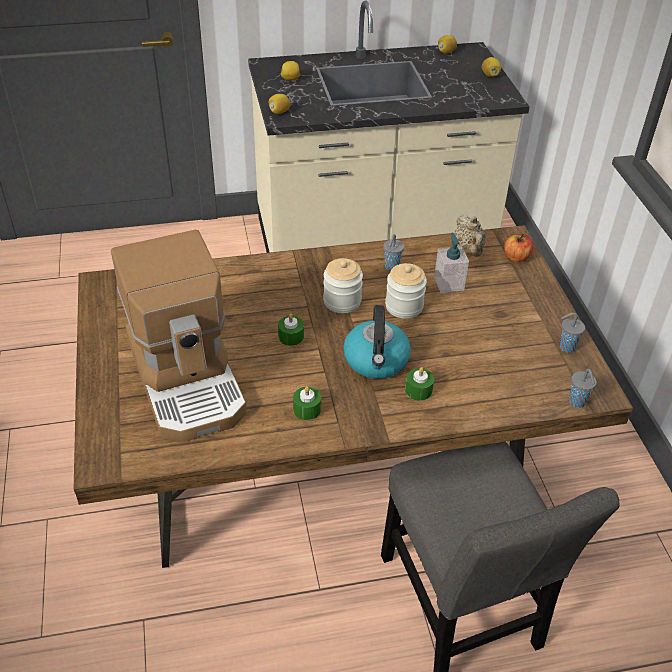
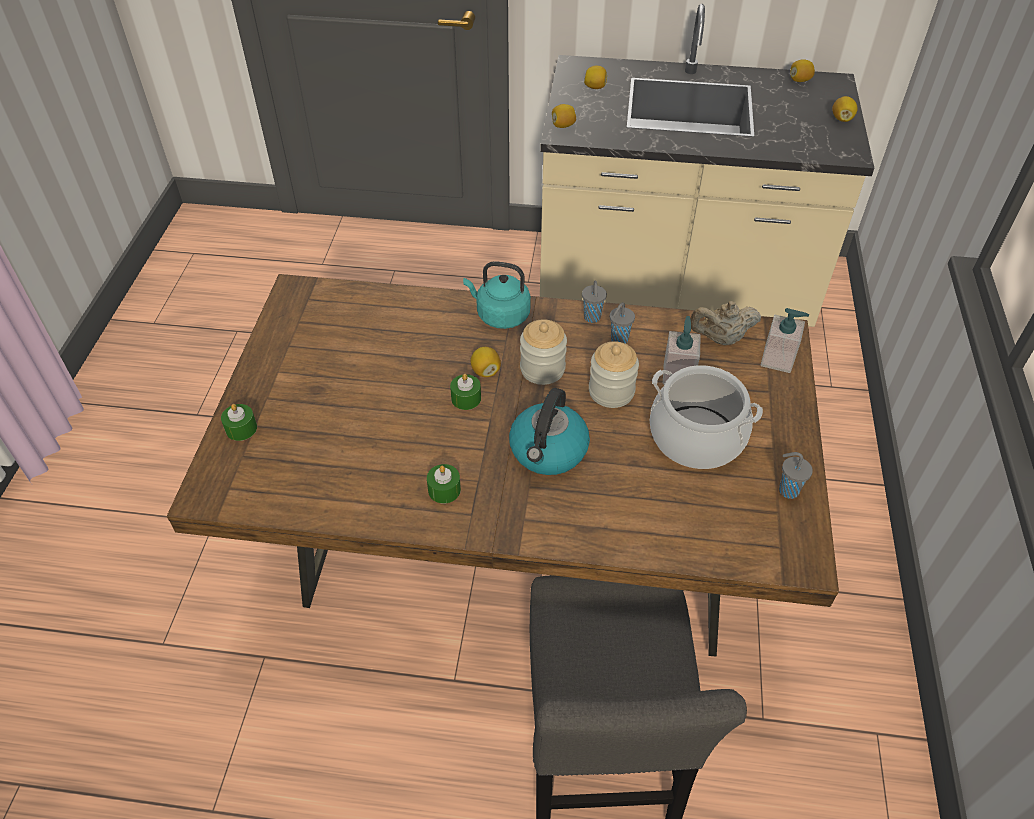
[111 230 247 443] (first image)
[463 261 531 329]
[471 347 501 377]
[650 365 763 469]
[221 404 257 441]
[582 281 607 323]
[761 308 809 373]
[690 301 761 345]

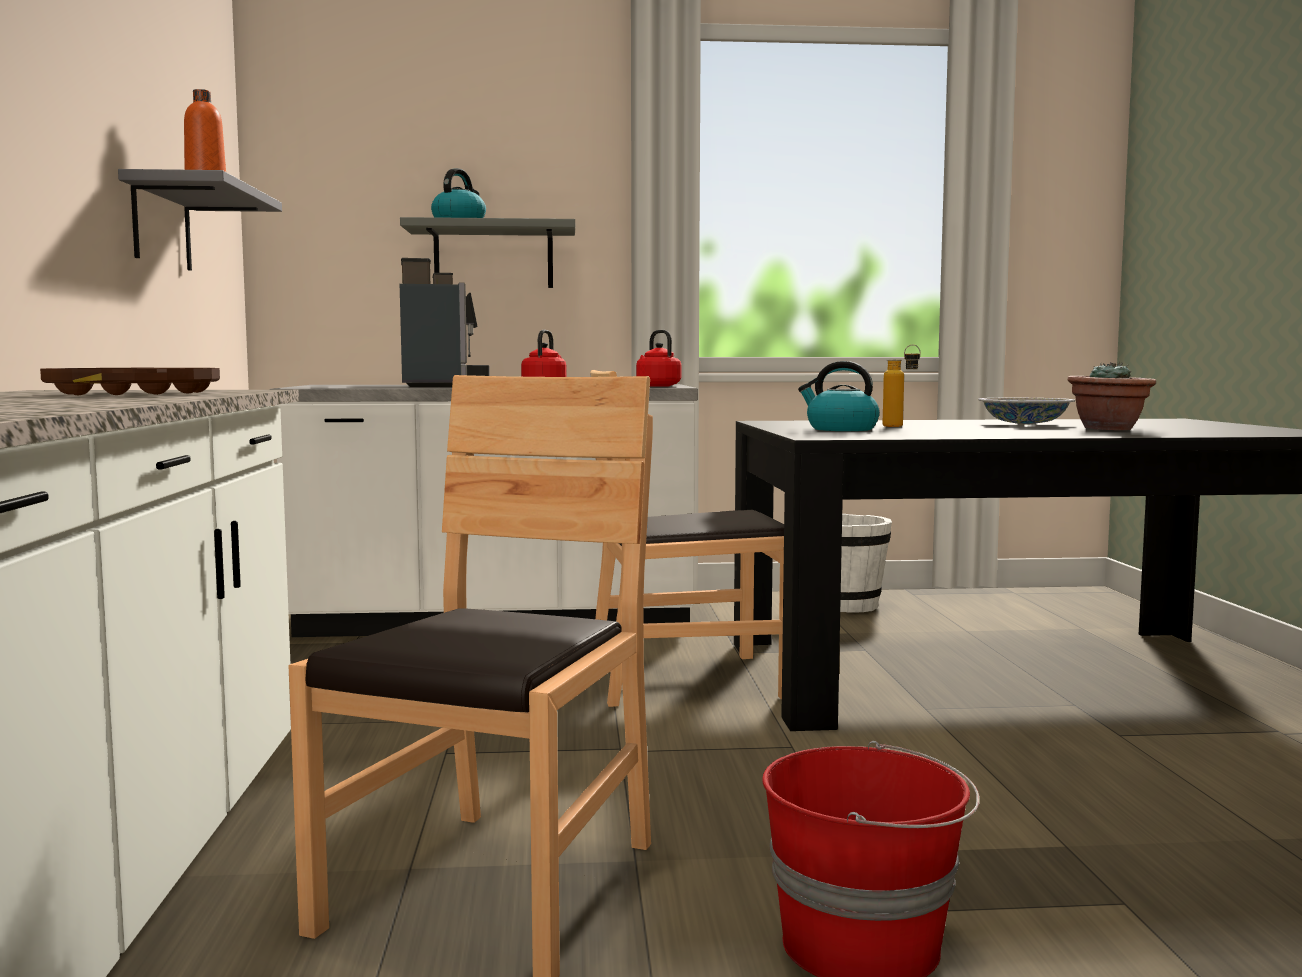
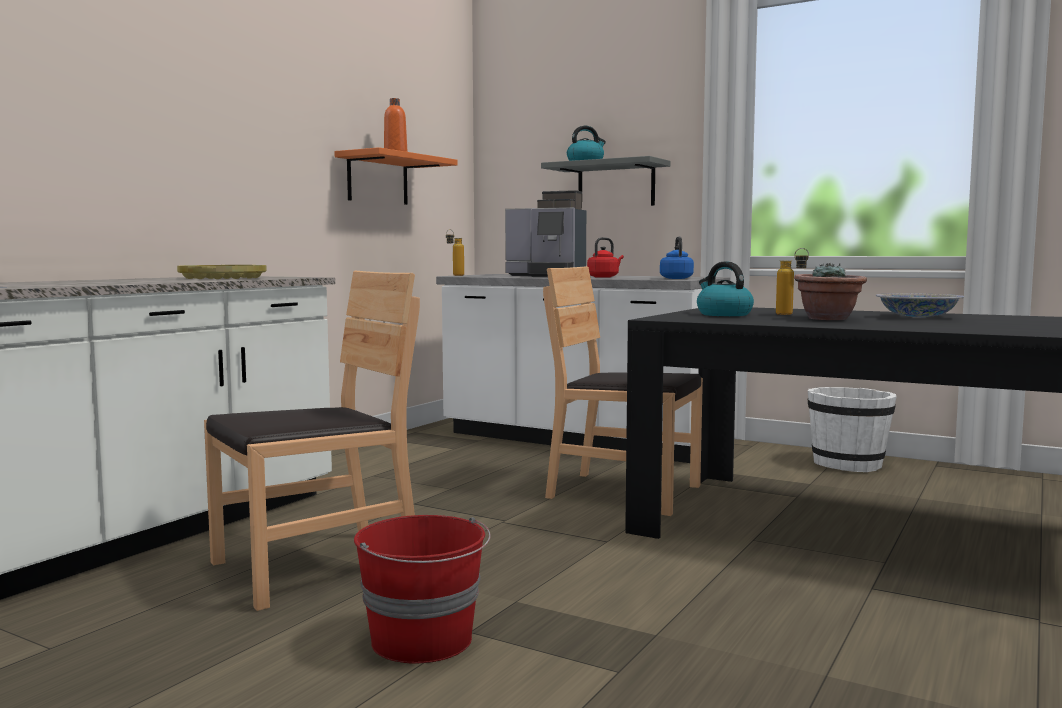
[446 229 464 276]
[794 263 867 320]
[177 265 267 279]
[335 147 458 205]
[660 236 694 279]
[505 190 586 277]

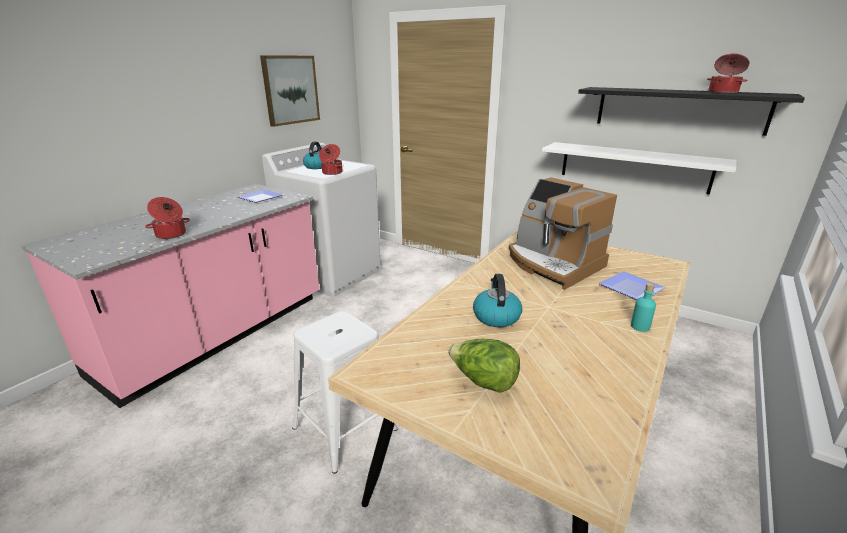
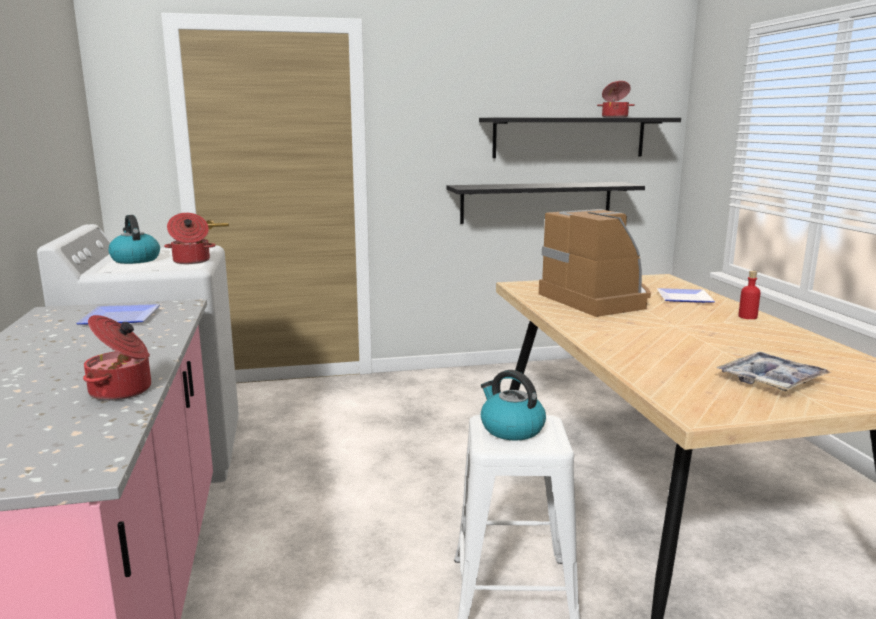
[260 56 320 127] (first image)
[481 370 546 441]
[717 352 831 391]
[446 182 645 224]
[738 271 761 319]
[539 209 651 317]

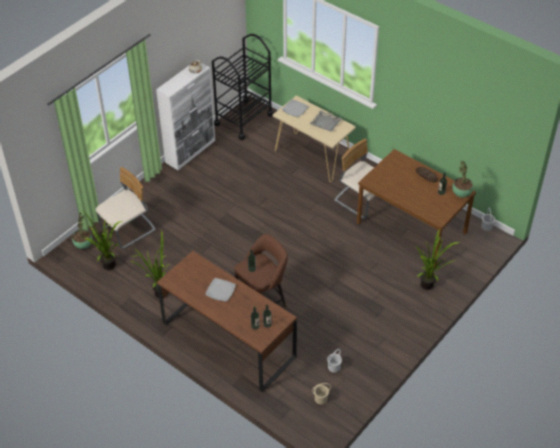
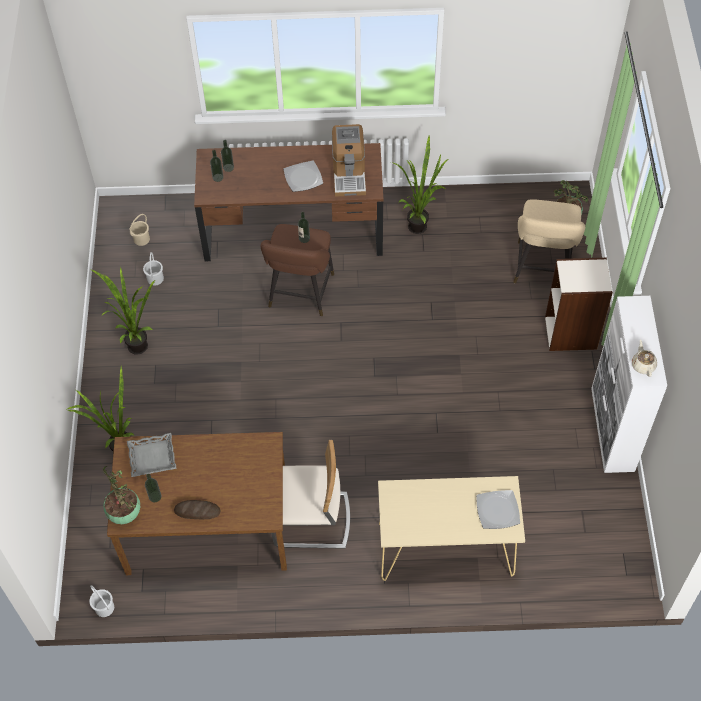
[212 34 274 140] (first image)
[332 124 366 197]
[545 258 613 351]
[90 266 155 355]
[127 433 177 477]
[513 199 585 283]

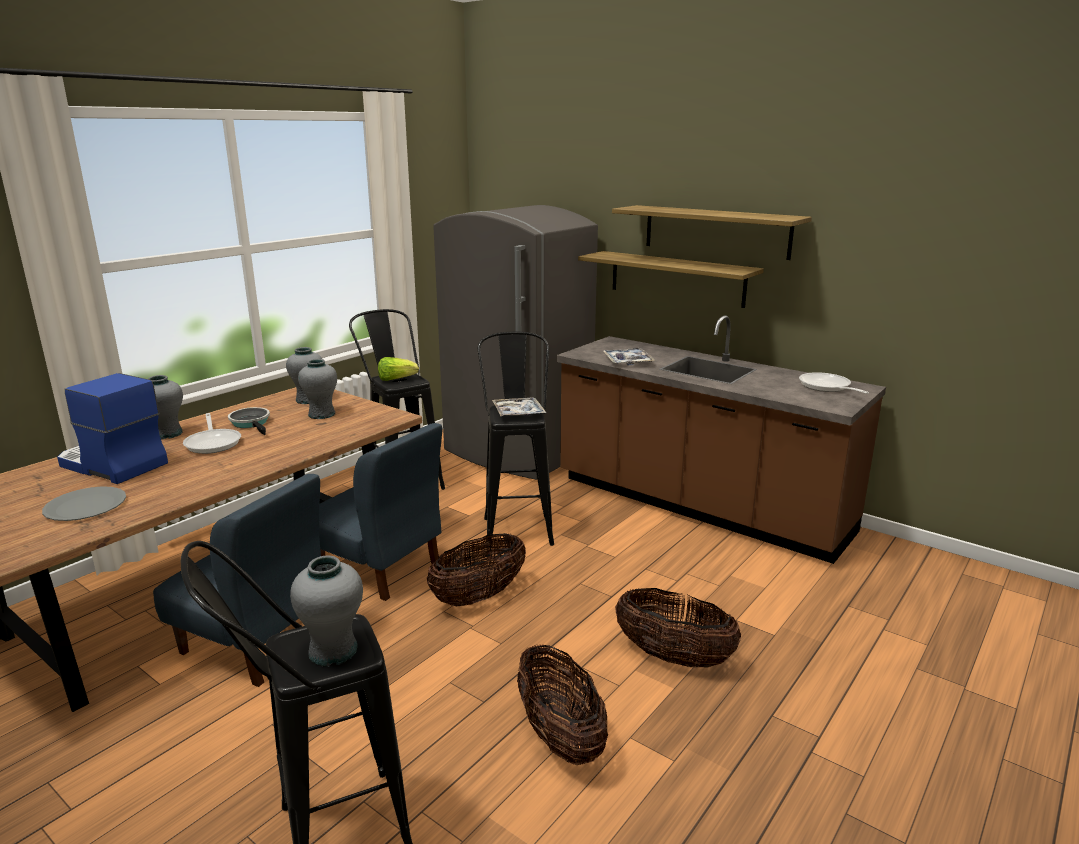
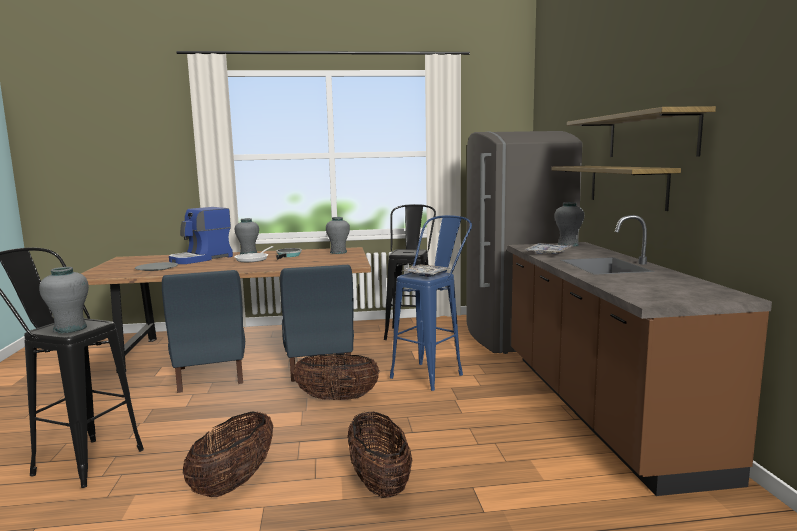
[378 357 419 381] (first image)
[799 372 869 394] (first image)
[554 202 584 247]
[390 215 472 391]
[169 207 233 264]

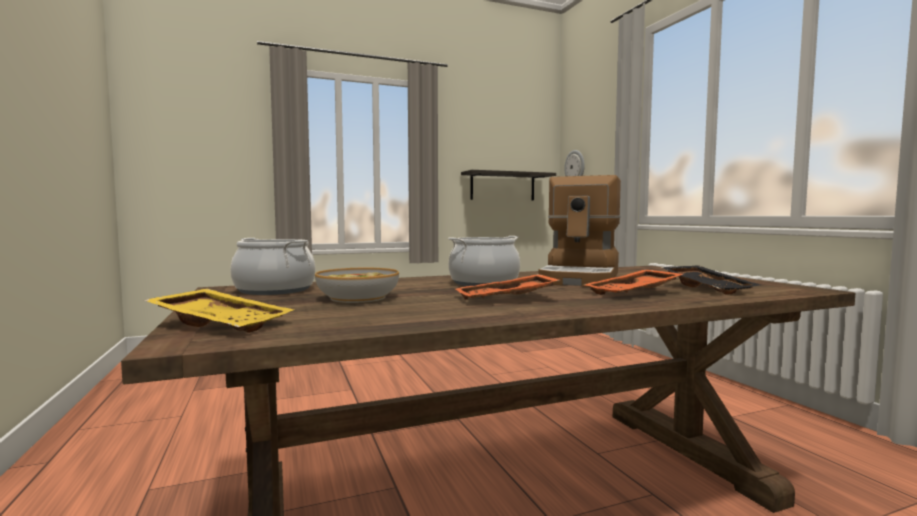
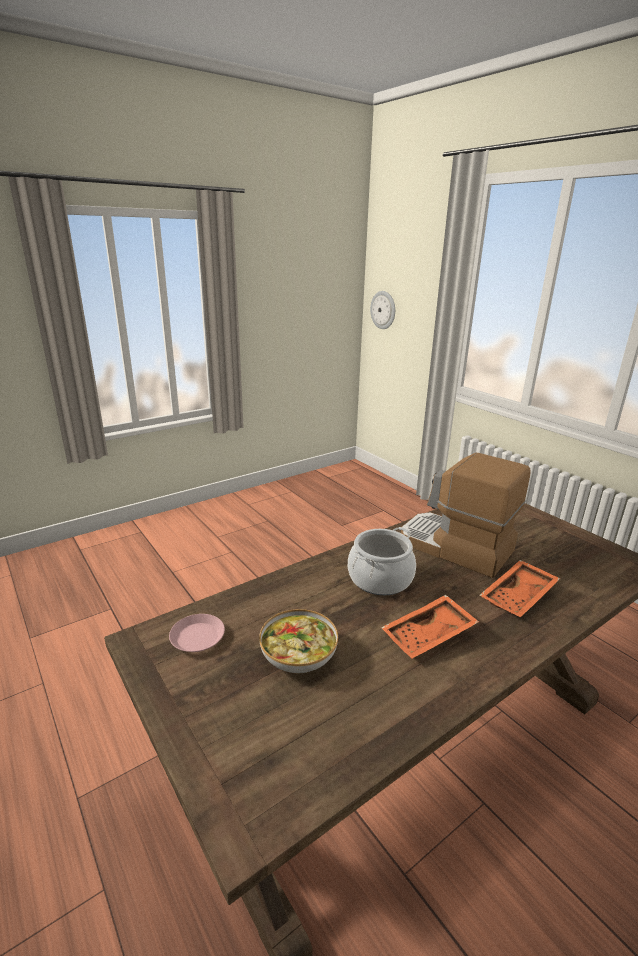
[144 289 294 333] (first image)
[461 170 556 201] (first image)
[661 265 761 295] (first image)
[169 614 225 652]
[401 453 531 578]

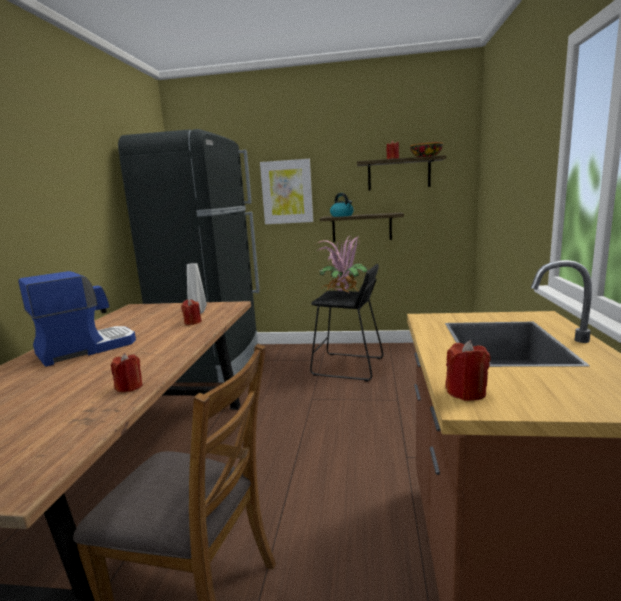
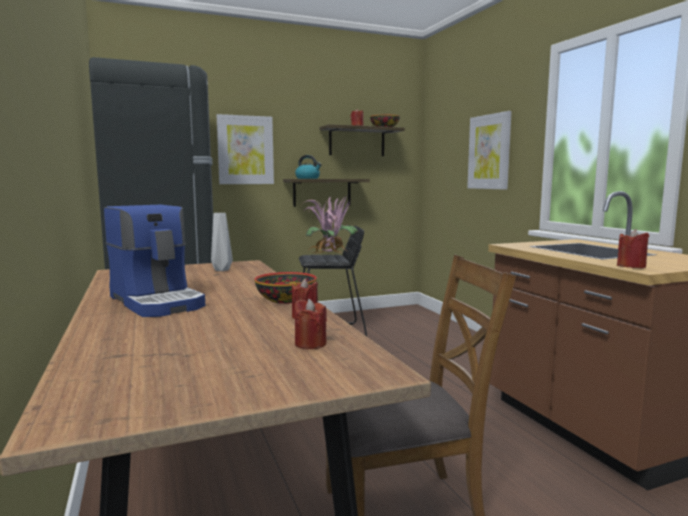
[254 272 317 304]
[467 111 512 190]
[294 299 327 349]
[104 205 205 317]

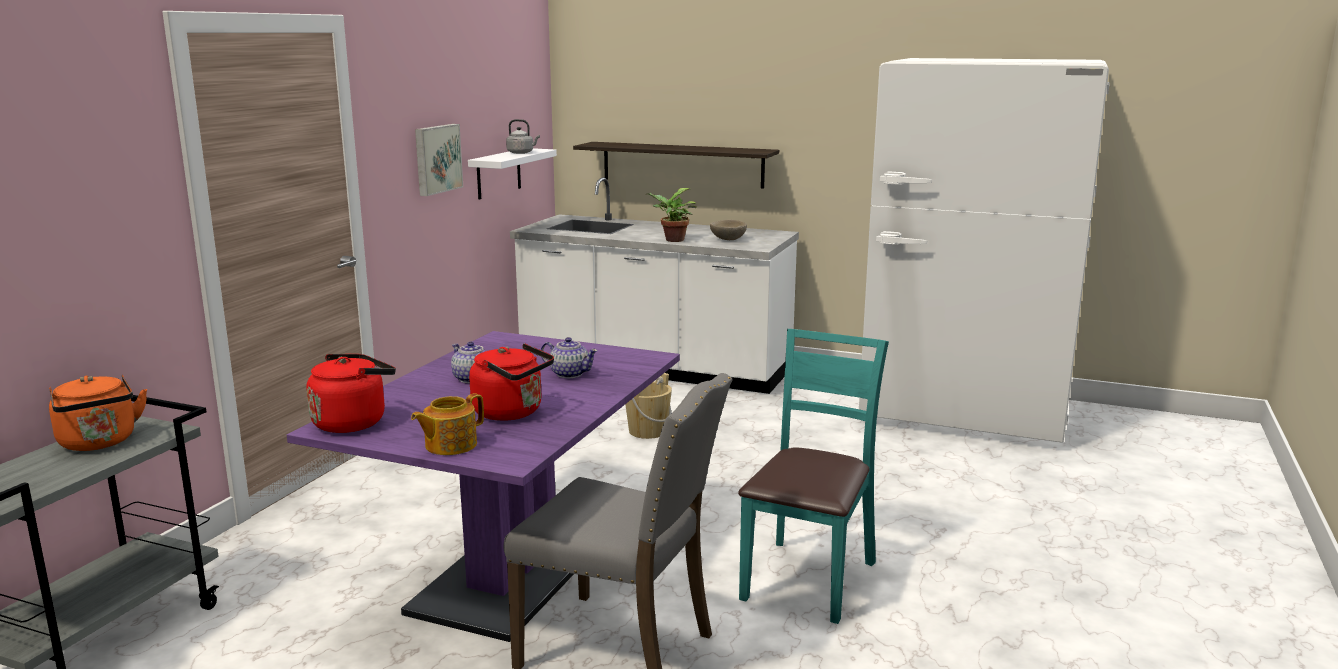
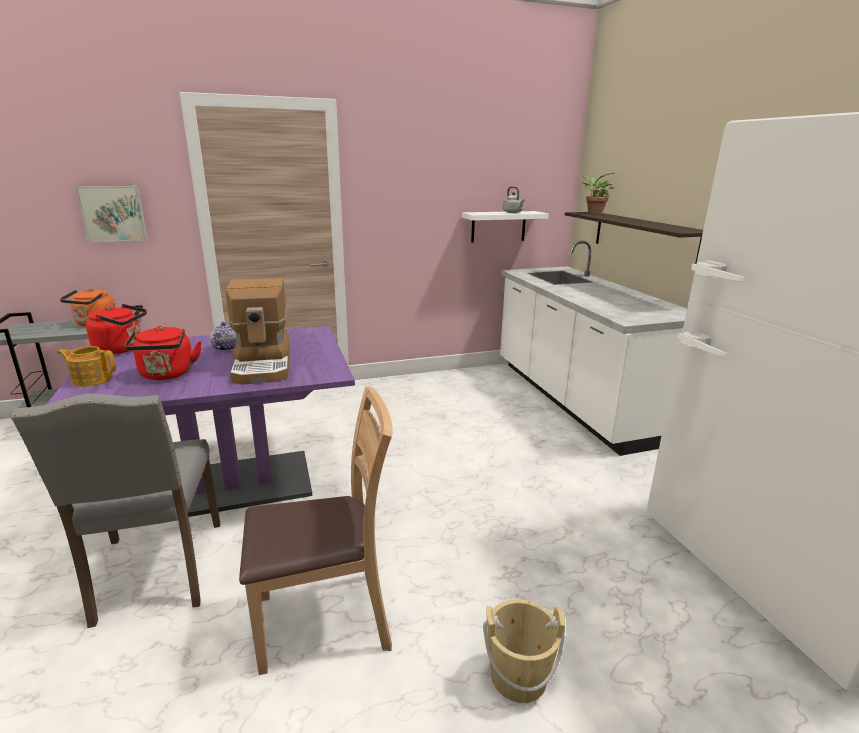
[710 220 747 240] (first image)
[75 186 148 242]
[483 599 565 703]
[582 173 615 214]
[225 278 290 385]
[239 386 393 675]

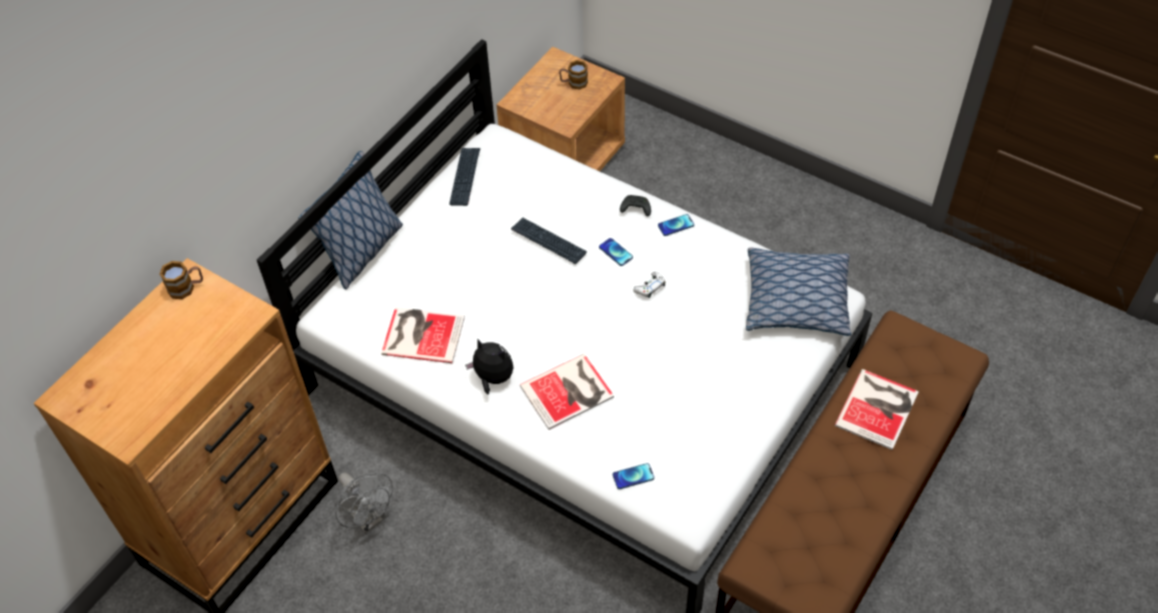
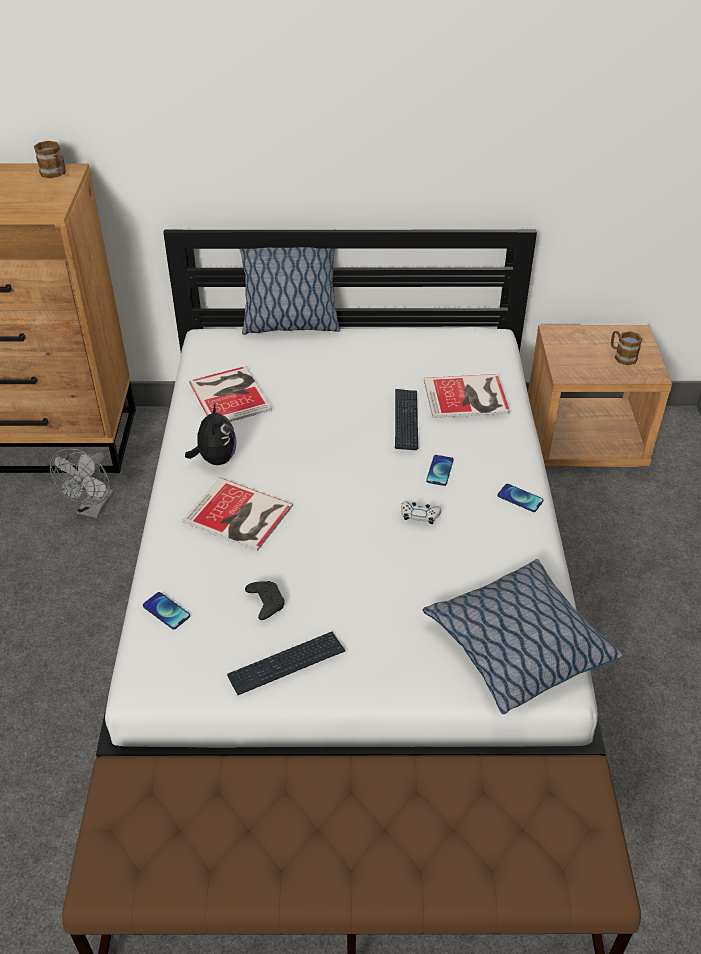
[227 631 345 695]
[245 581 285 620]
[424 374 510 418]

